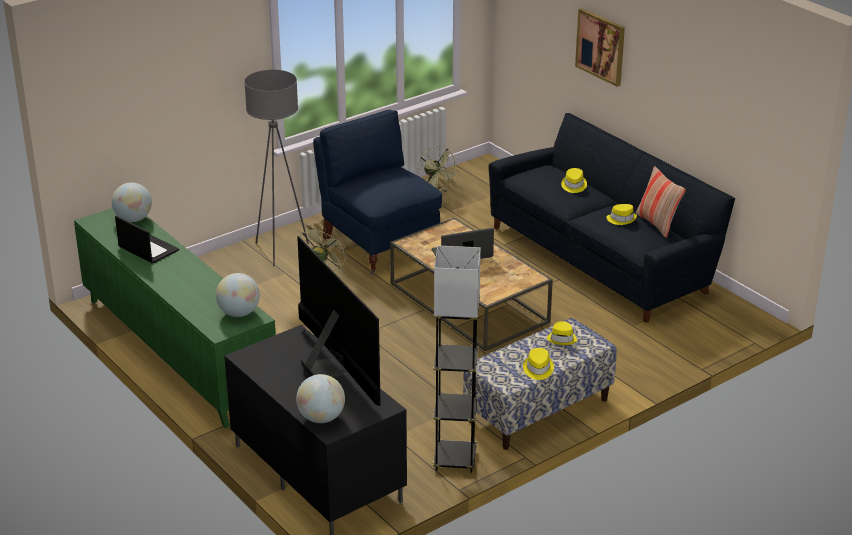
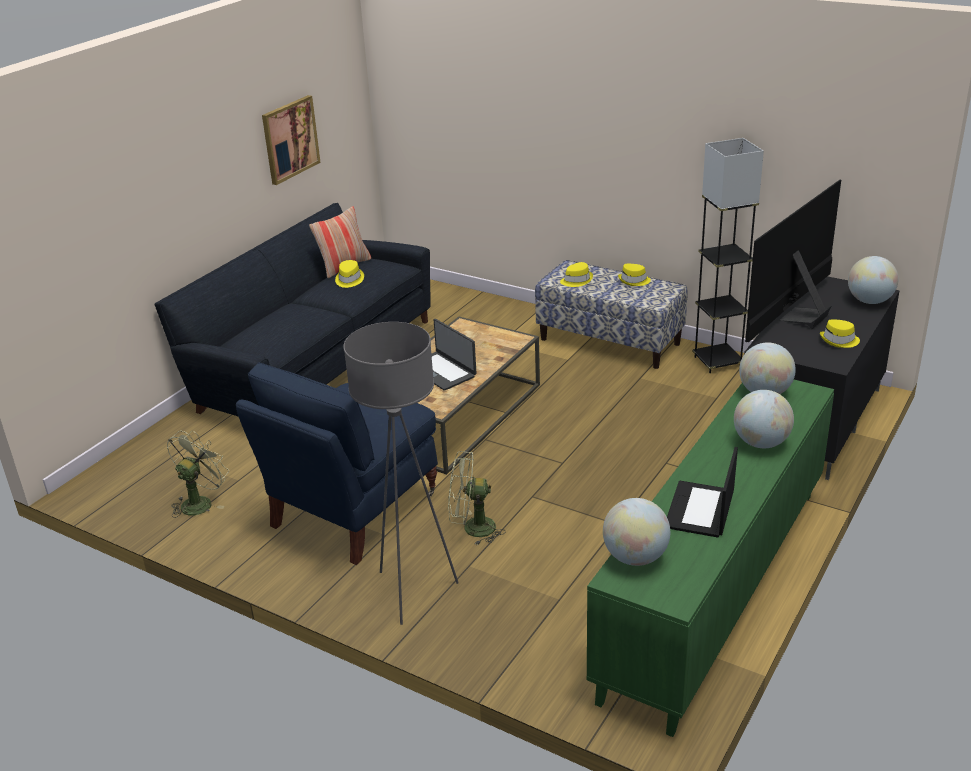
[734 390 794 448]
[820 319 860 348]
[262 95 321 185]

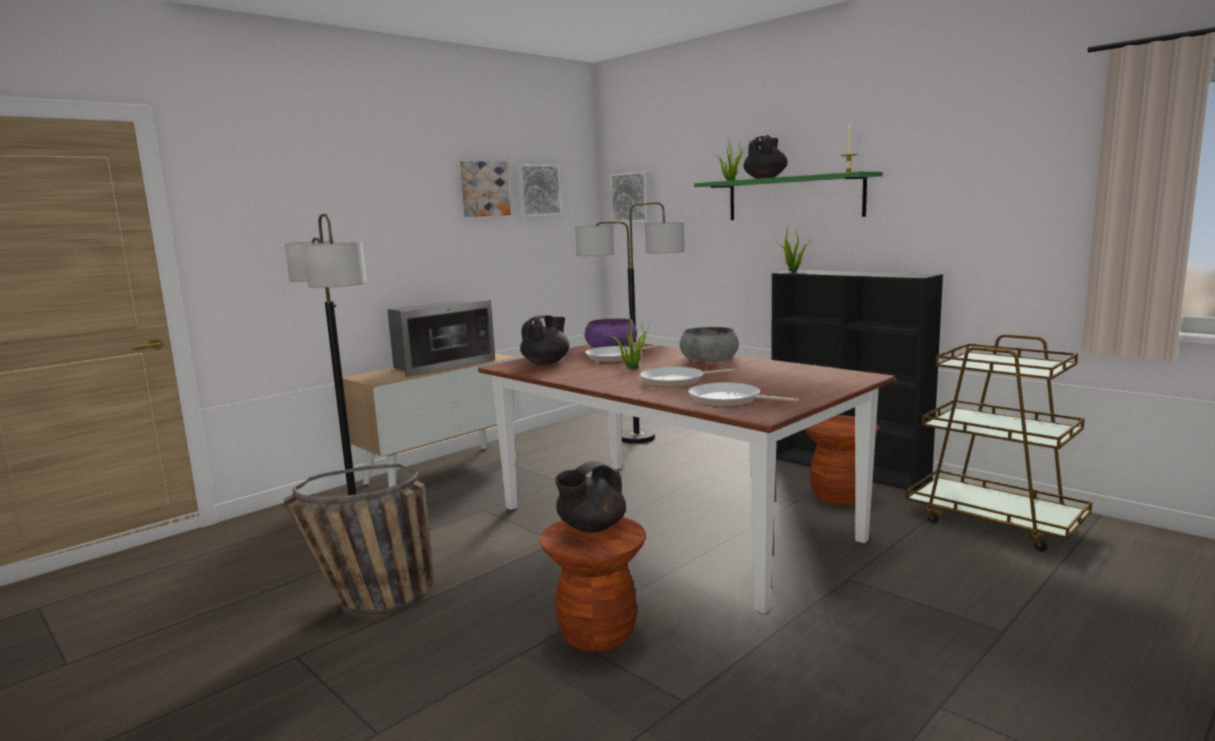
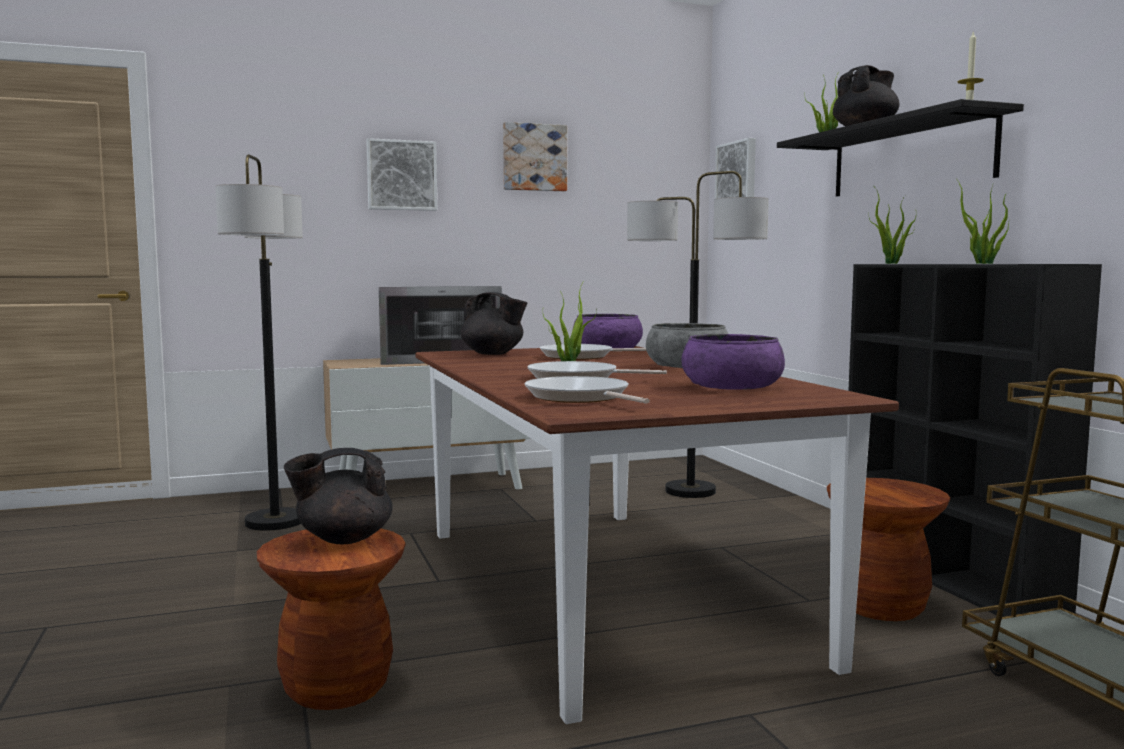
[284 464 434 615] (first image)
[681 334 785 390]
[956 178 1009 264]
[366 138 437 211]
[777 99 1024 196]
[460 292 528 355]

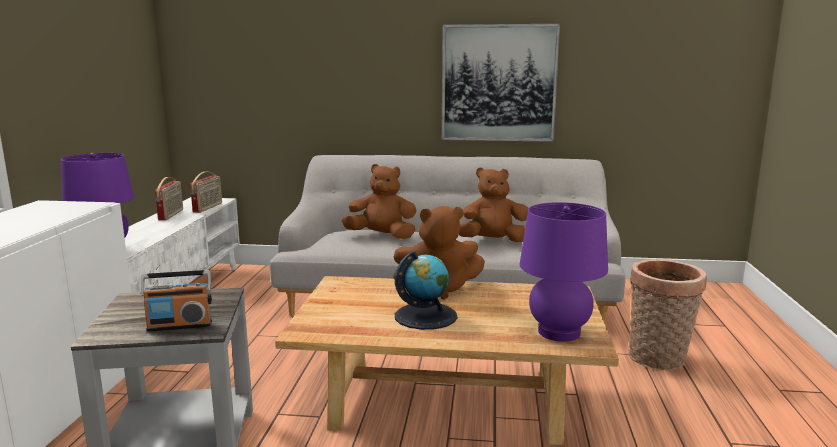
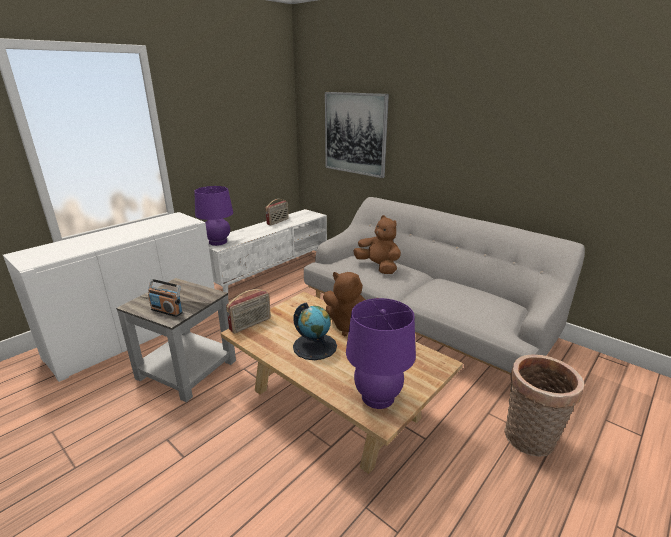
[459 167 529 242] (first image)
[226 289 271 333]
[325 92 389 178]

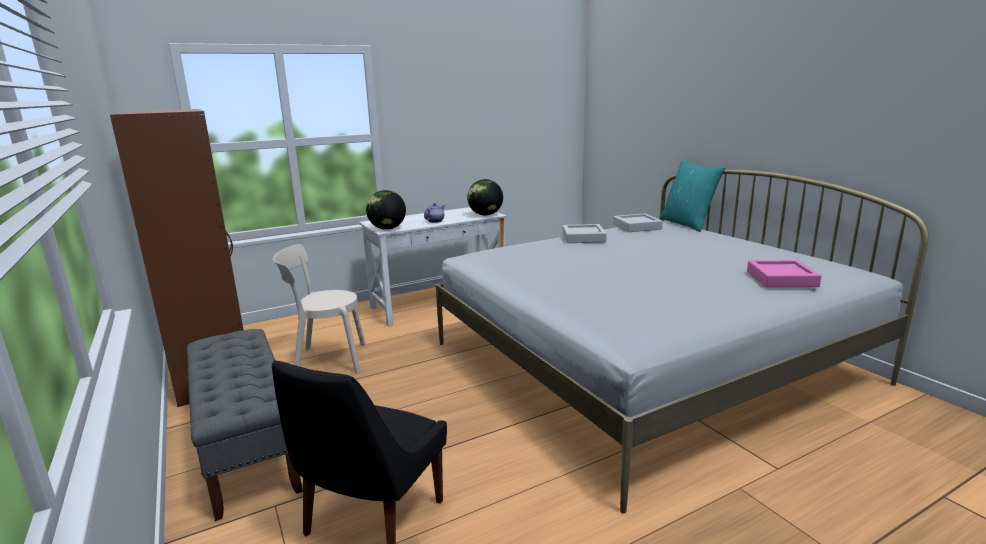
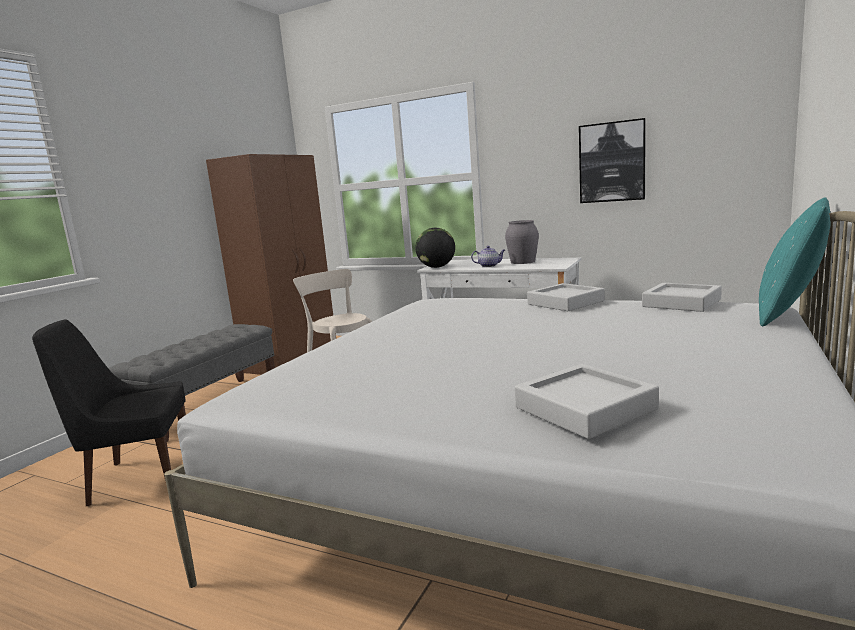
[467 179 503 216] (first image)
[505 220 539 264]
[579 118 646 203]
[515 364 659 439]

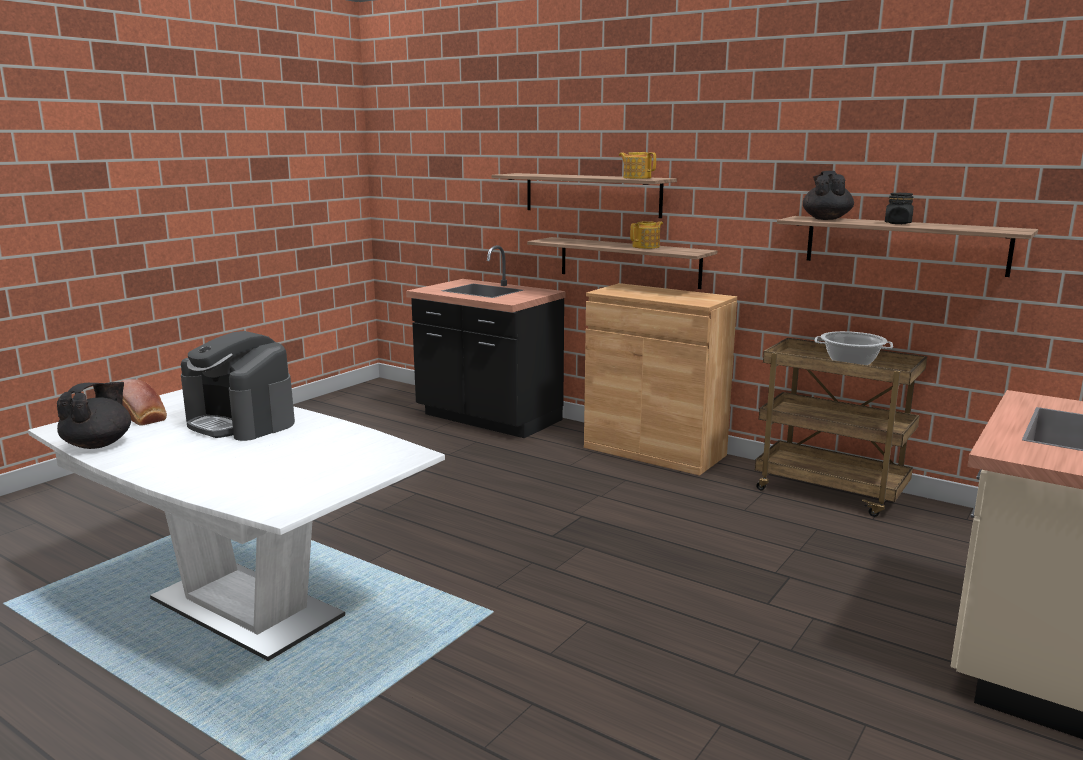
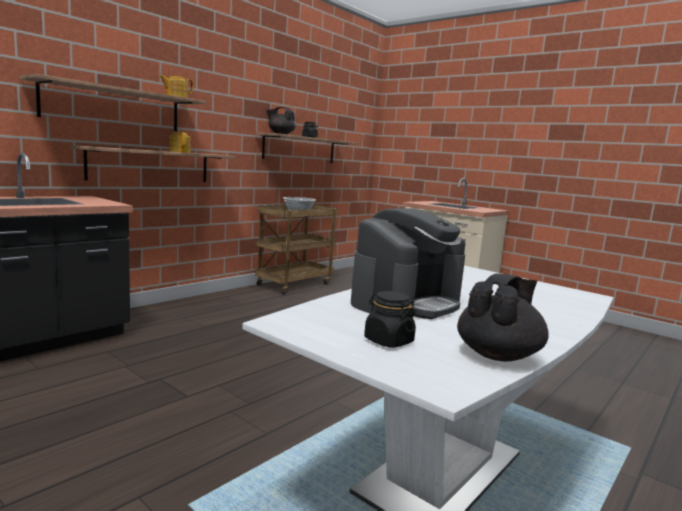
[584 283 737 476] (first image)
[364 291 416 348]
[457 273 549 361]

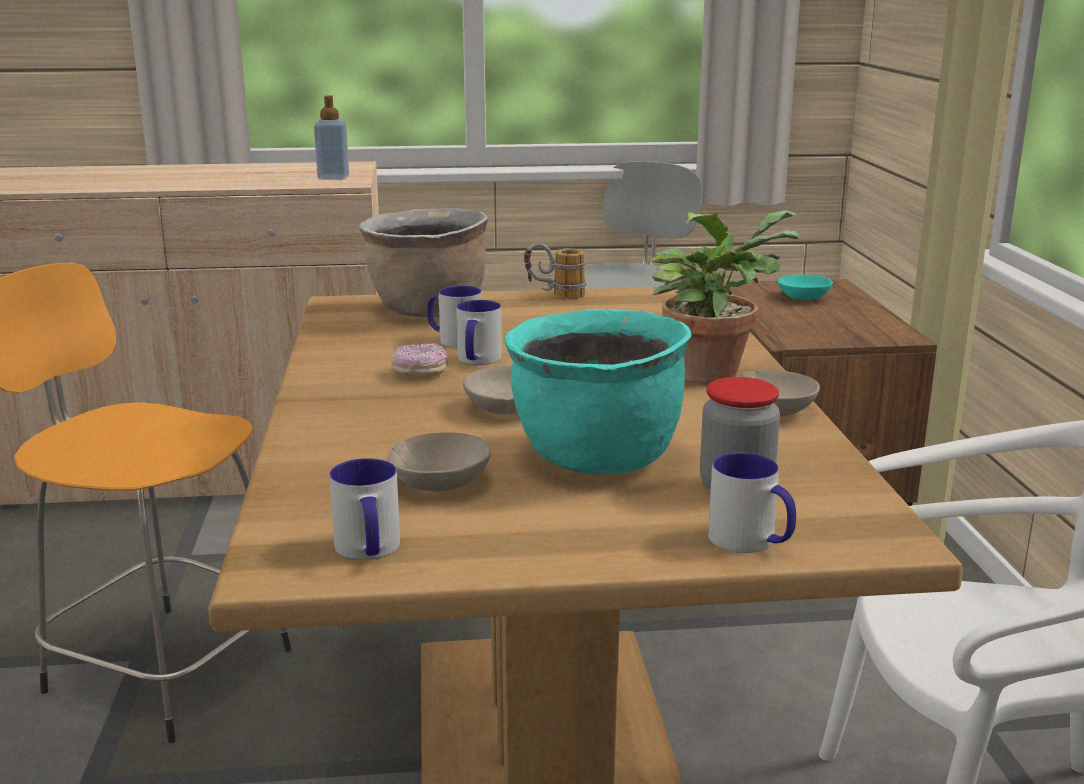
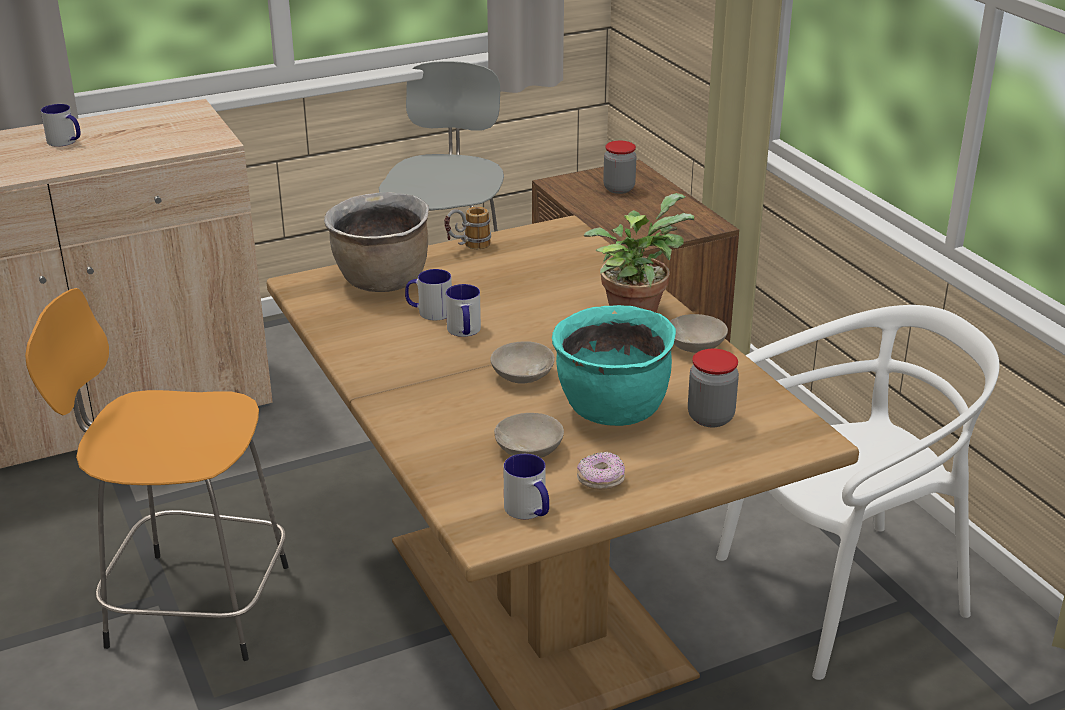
[314 95 349 180] (first image)
[577 451 625 490]
[41 104 81 147]
[603 141 636 194]

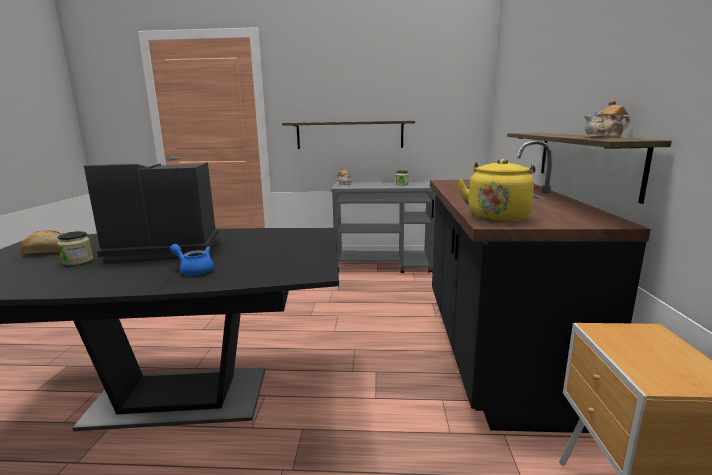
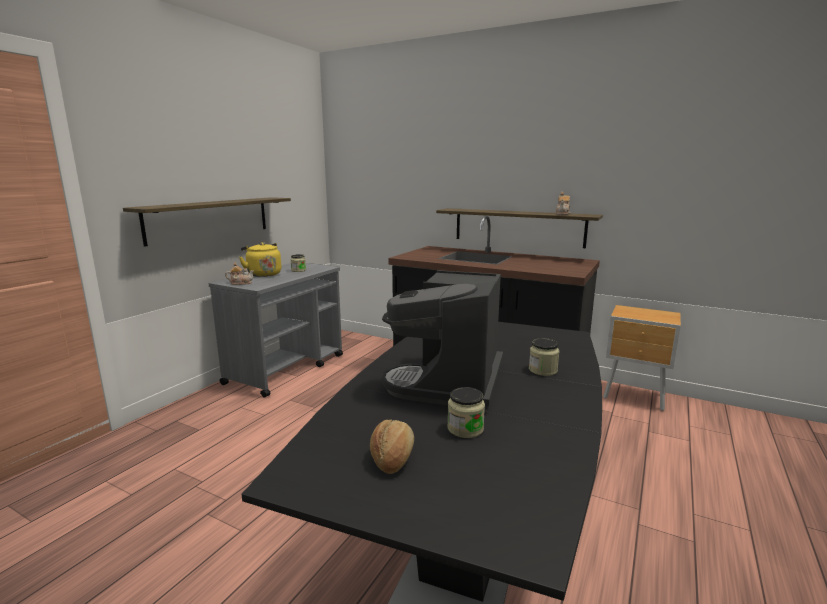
[239 242 281 277]
[529 338 559 376]

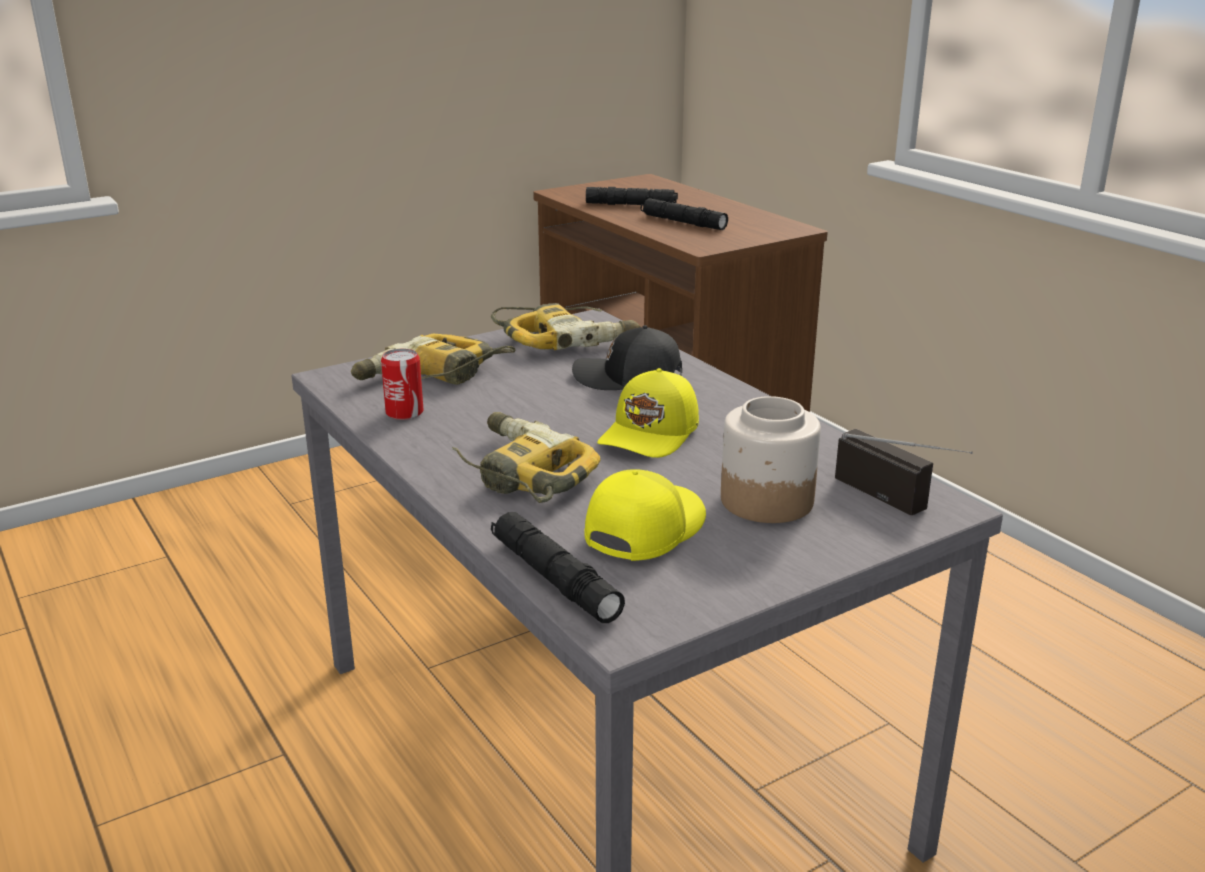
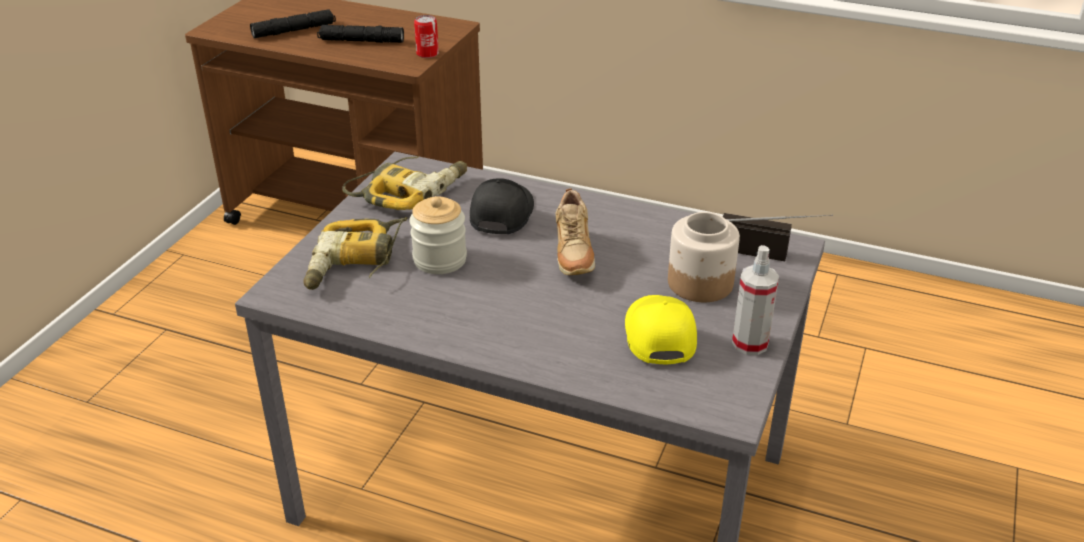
[452 412 601 503] (first image)
[491 512 625 623] (first image)
[409 196 467 274]
[732 245 779 355]
[414 15 439 58]
[556 188 595 275]
[470 178 534 234]

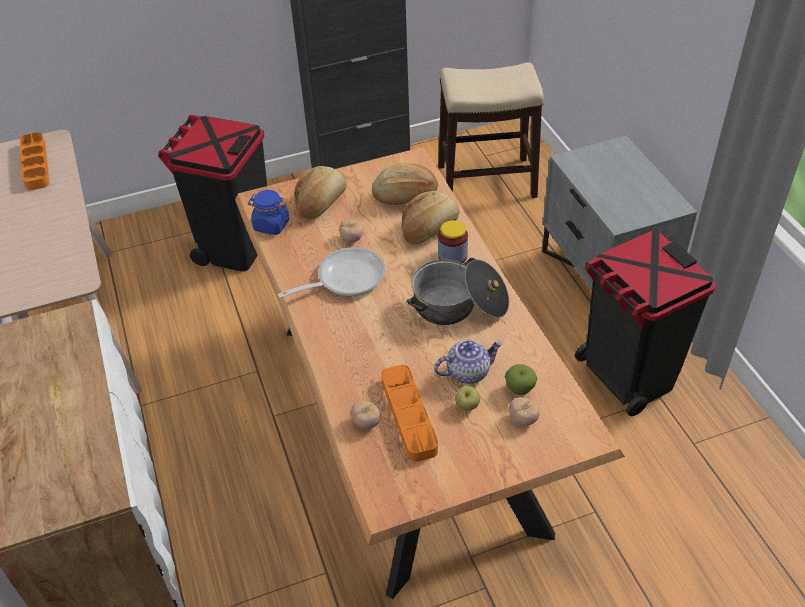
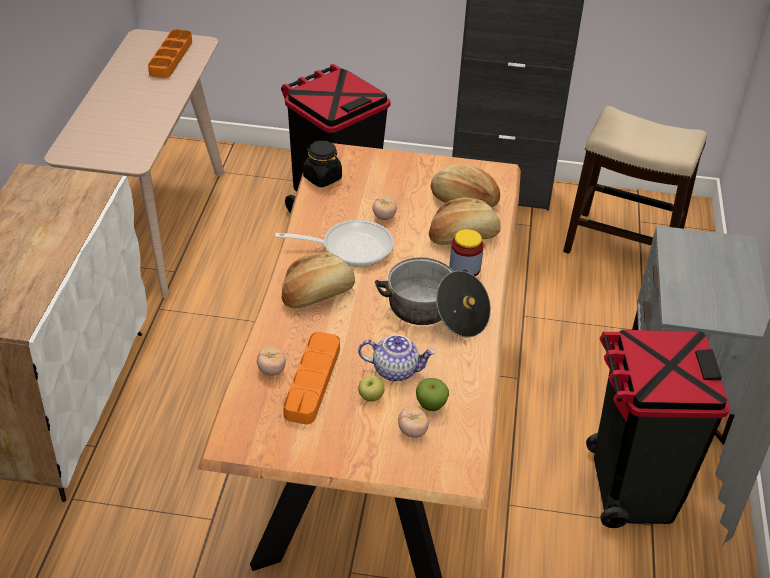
[282 252 355 308]
[303 141 342 187]

